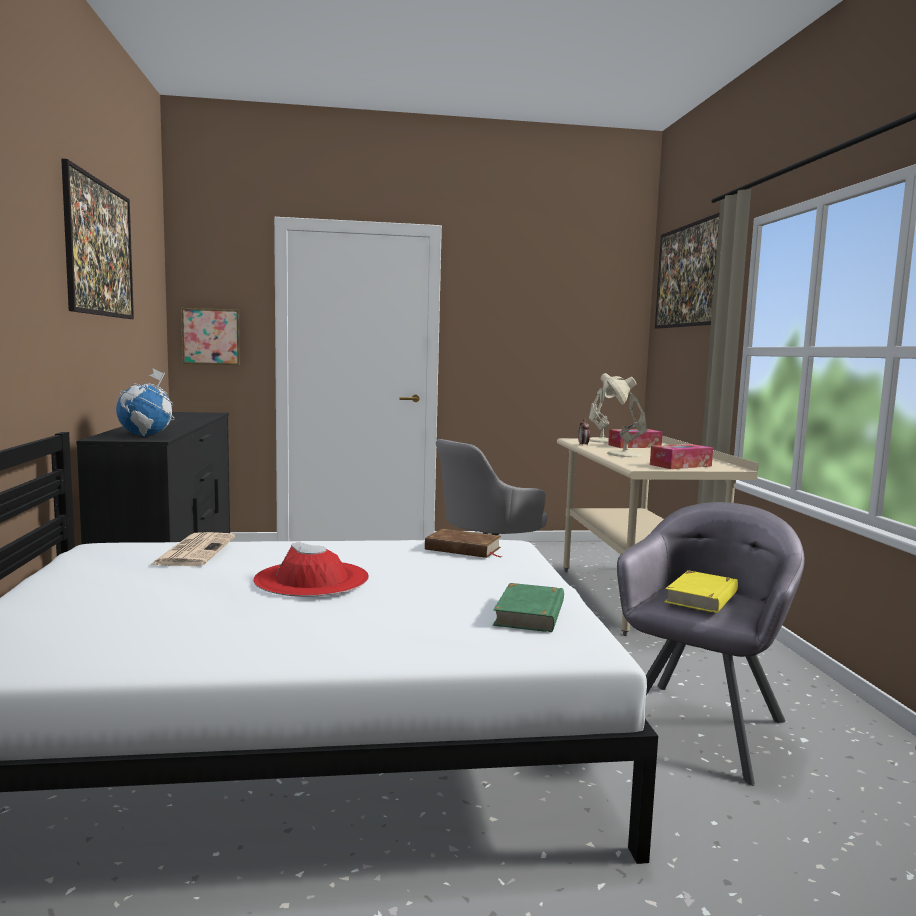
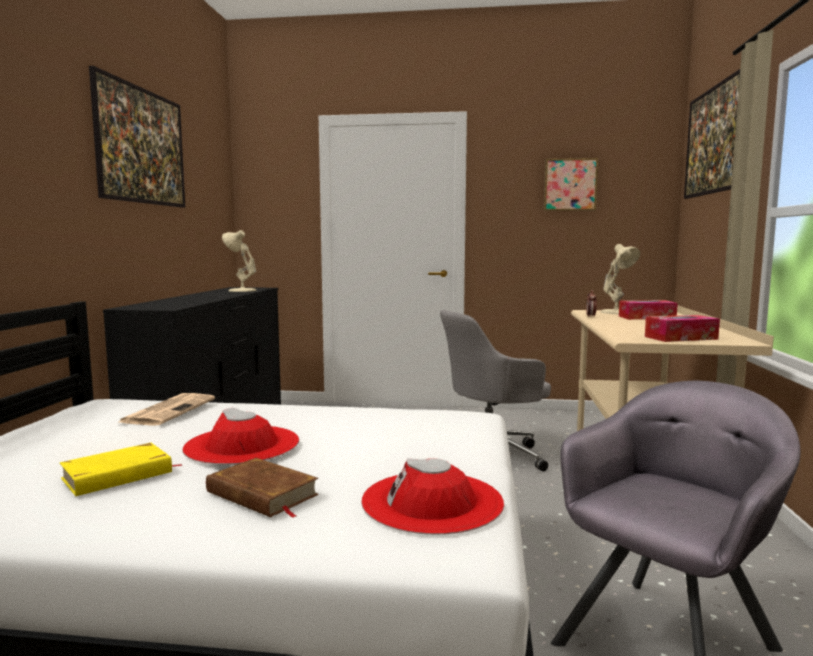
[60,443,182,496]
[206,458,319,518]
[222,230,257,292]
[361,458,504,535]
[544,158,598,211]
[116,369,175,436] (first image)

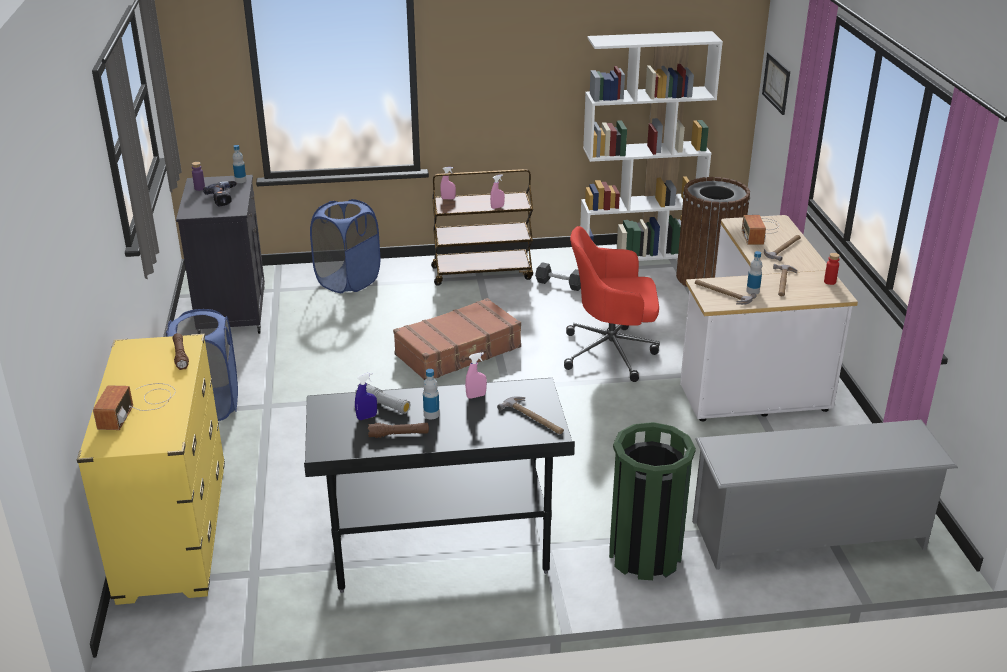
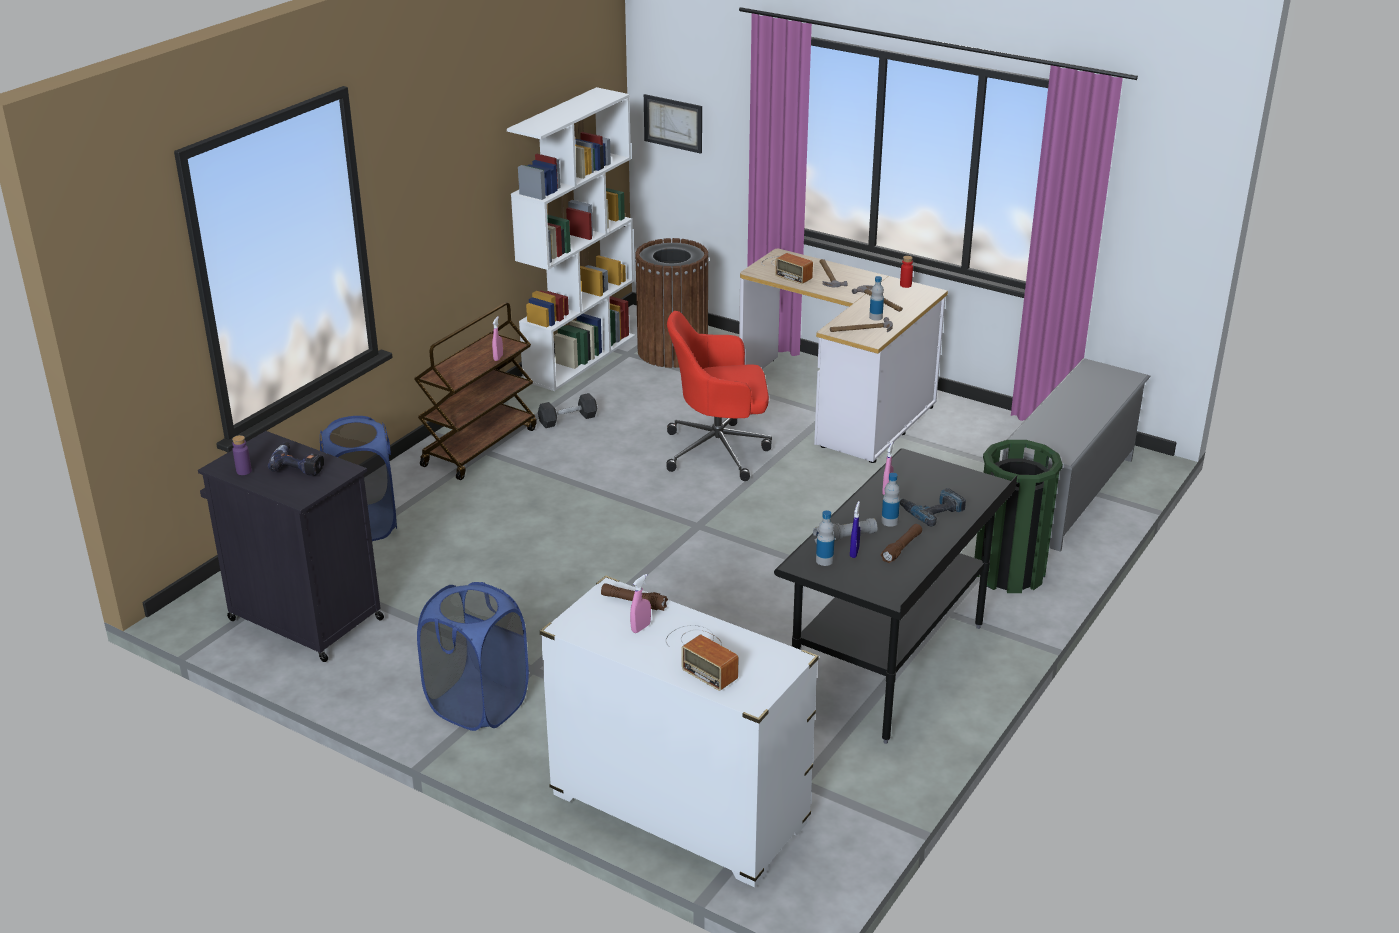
[540,575,818,887]
[630,574,651,633]
[666,311,772,481]
[816,510,835,566]
[900,488,966,526]
[393,298,521,381] (first image)
[497,397,564,434] (first image)

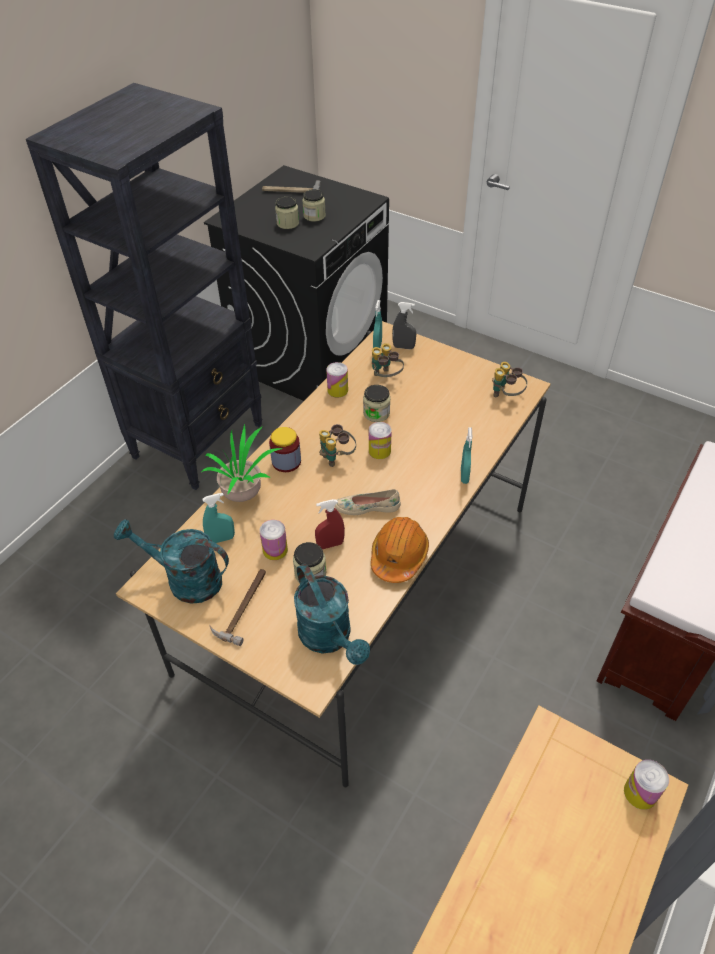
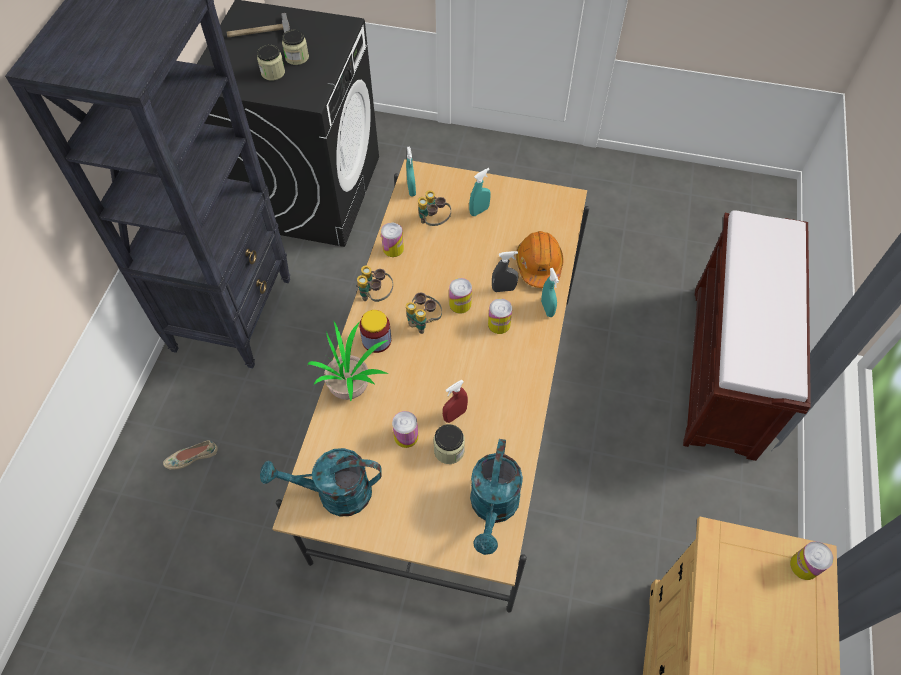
[163,440,218,469]
[357,266,393,302]
[469,168,491,216]
[470,439,523,555]
[488,298,512,334]
[492,251,518,292]
[516,231,564,288]
[210,569,266,646] (first image)
[363,385,390,422] (first image)

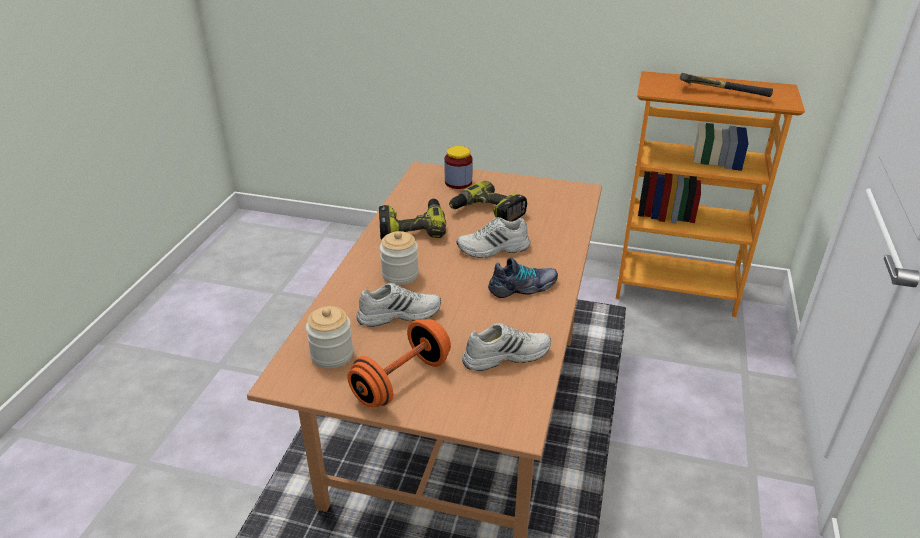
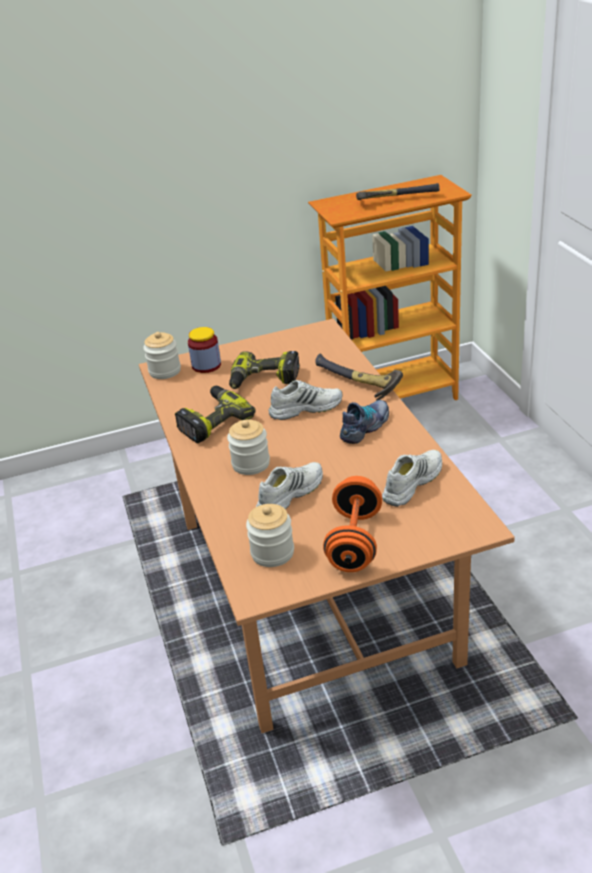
[143,332,181,379]
[269,380,343,420]
[315,353,403,401]

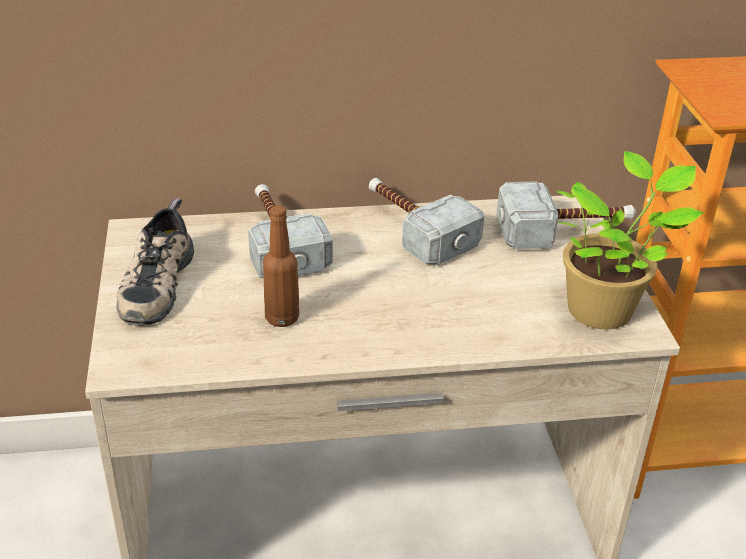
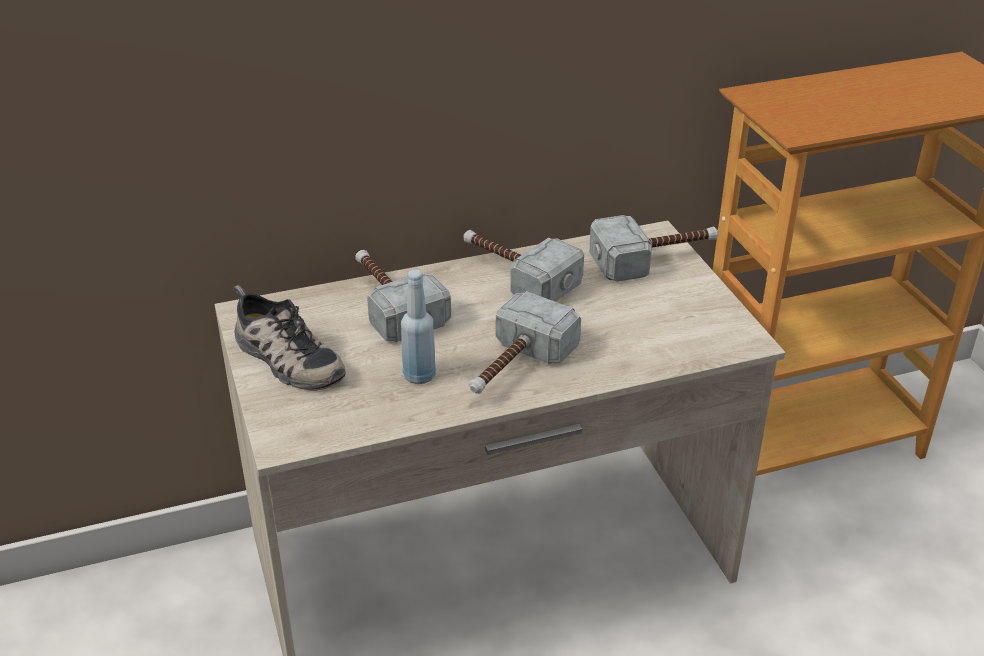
[233,285,346,391]
[401,270,436,384]
[469,291,581,394]
[556,151,704,329] (first image)

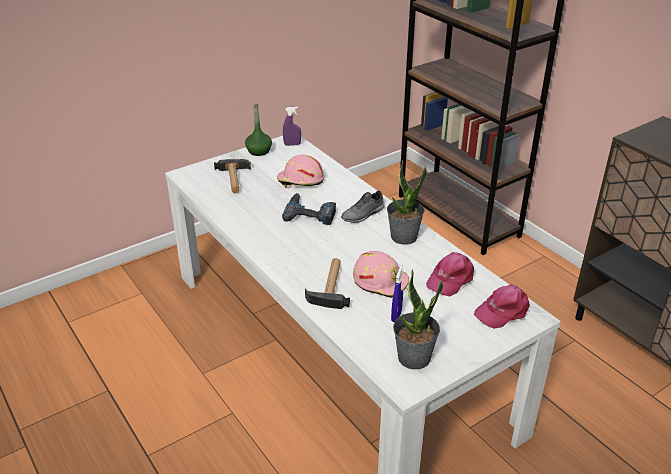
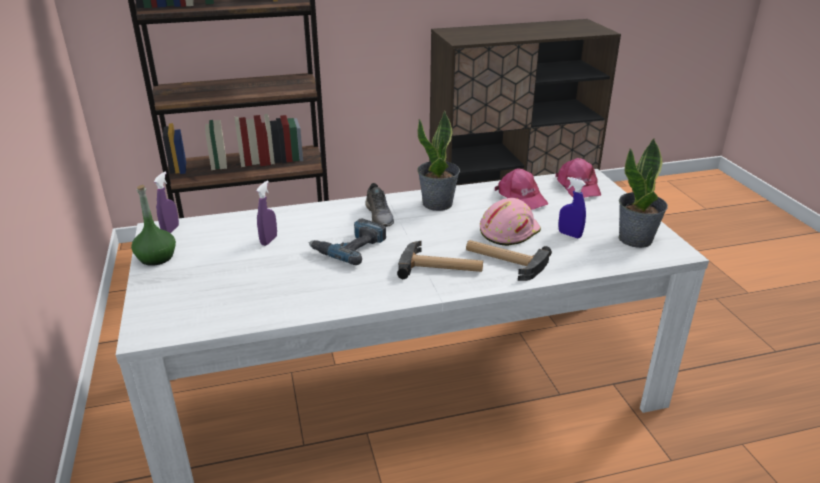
[257,181,277,246]
[397,241,483,279]

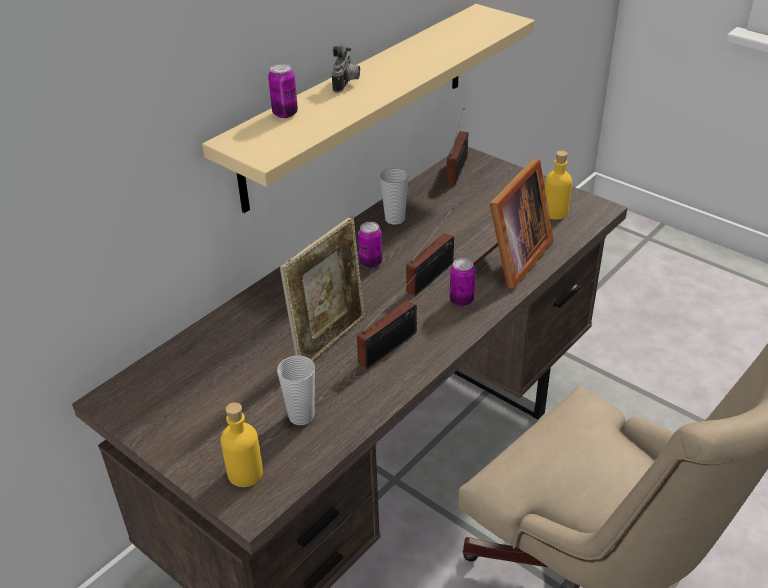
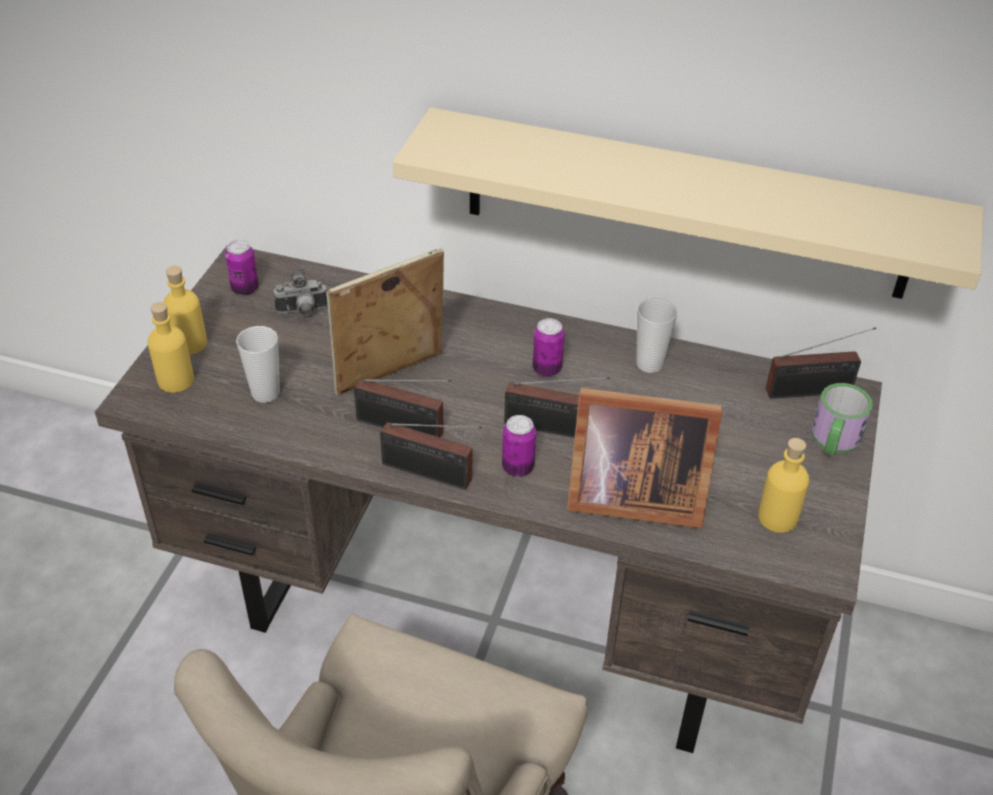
[163,266,207,355]
[225,240,259,295]
[273,268,327,315]
[326,248,444,396]
[380,422,482,490]
[811,383,873,455]

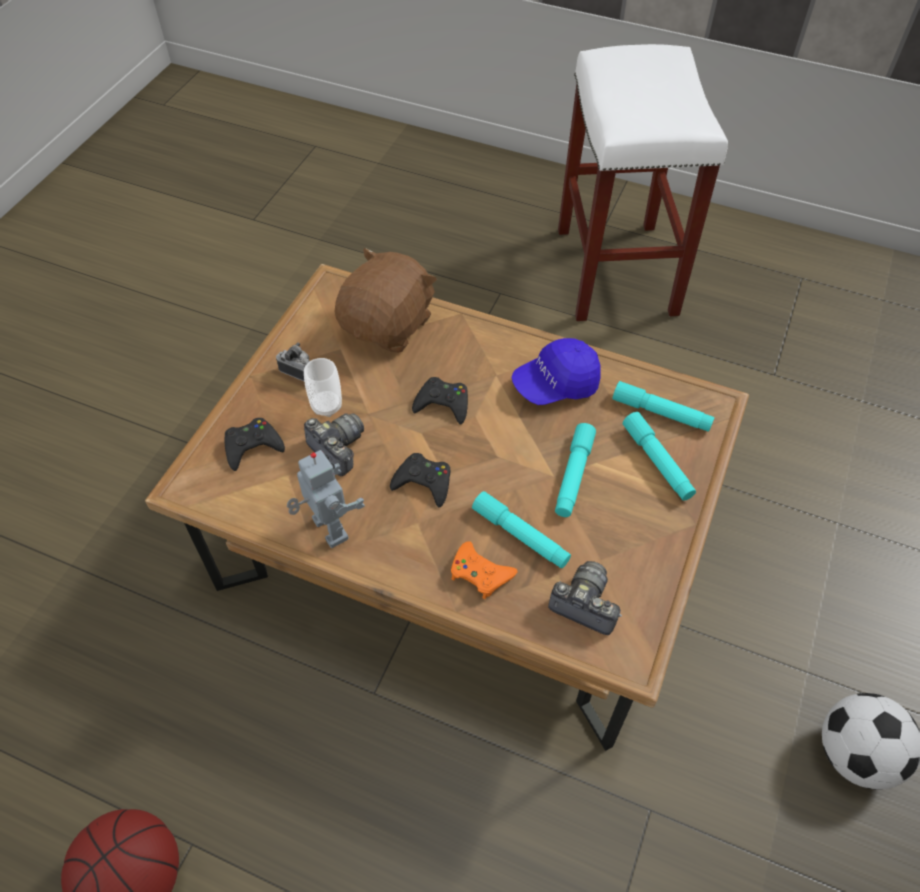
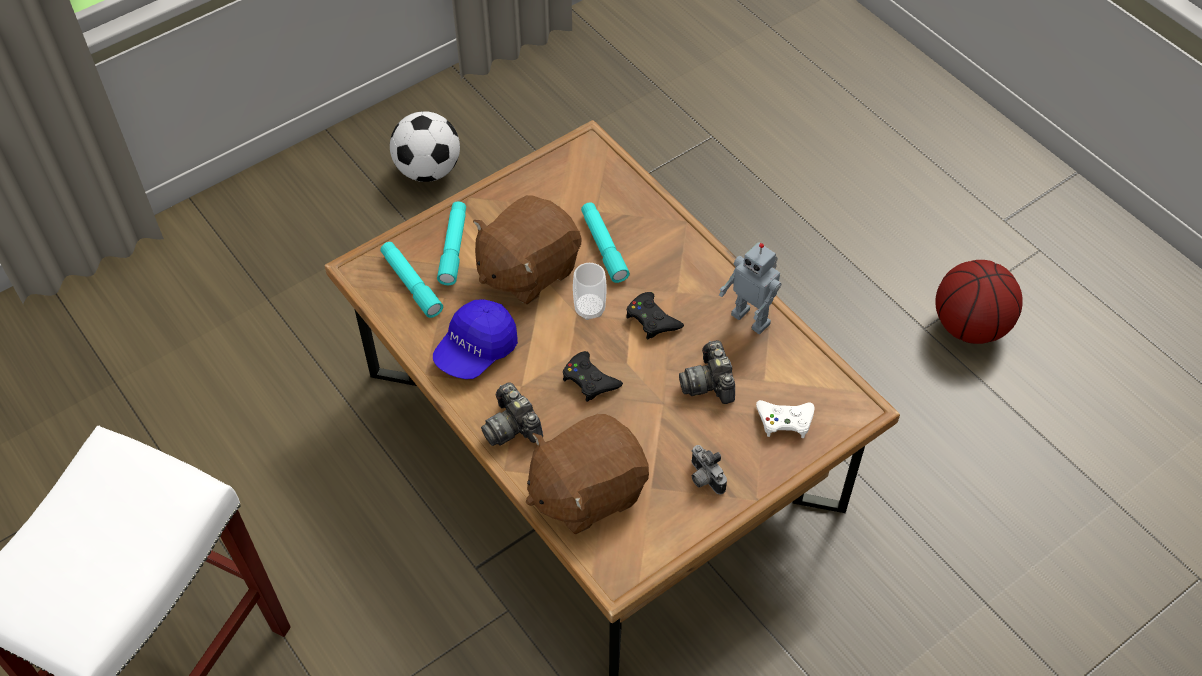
[433,299,518,379]
[473,195,582,305]
[481,382,543,446]
[573,263,607,320]
[719,242,782,334]
[756,400,815,438]
[451,541,517,599] (first image)

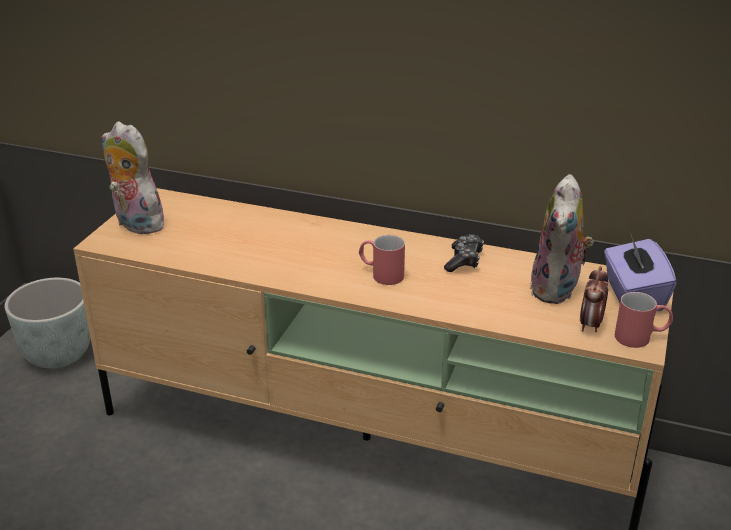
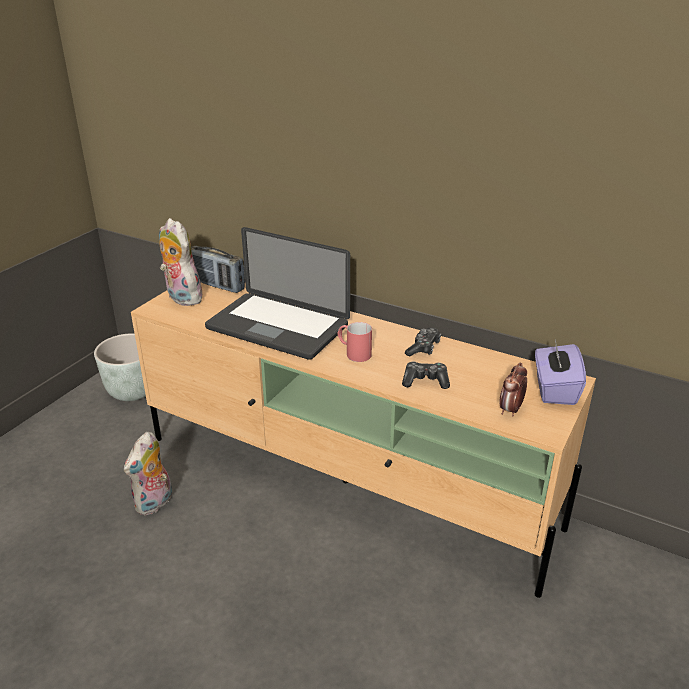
[124,432,172,516]
[191,246,245,293]
[205,227,350,360]
[402,361,450,389]
[615,292,673,348] (first image)

